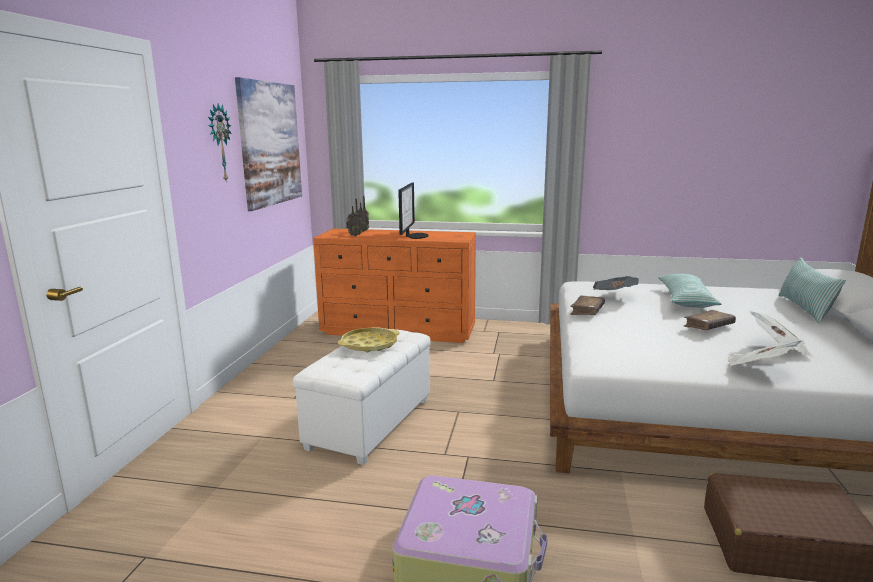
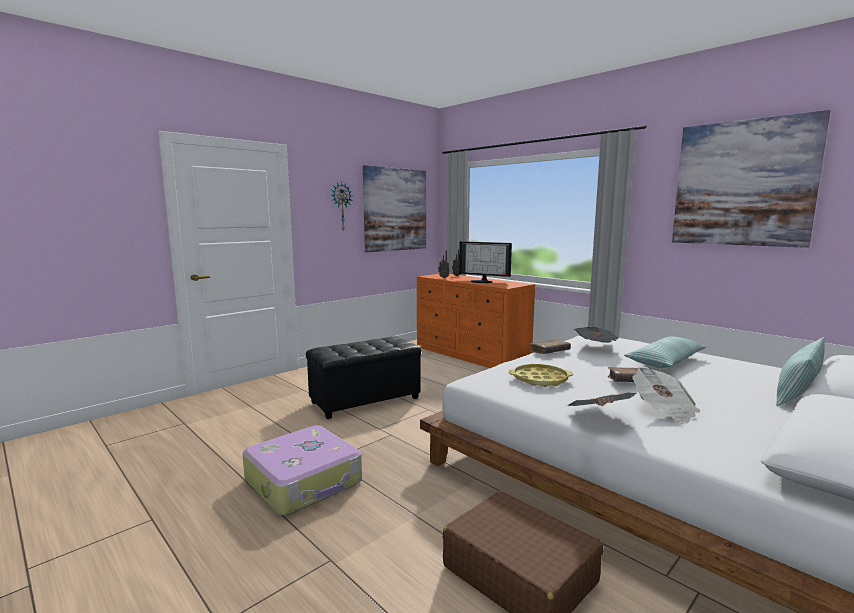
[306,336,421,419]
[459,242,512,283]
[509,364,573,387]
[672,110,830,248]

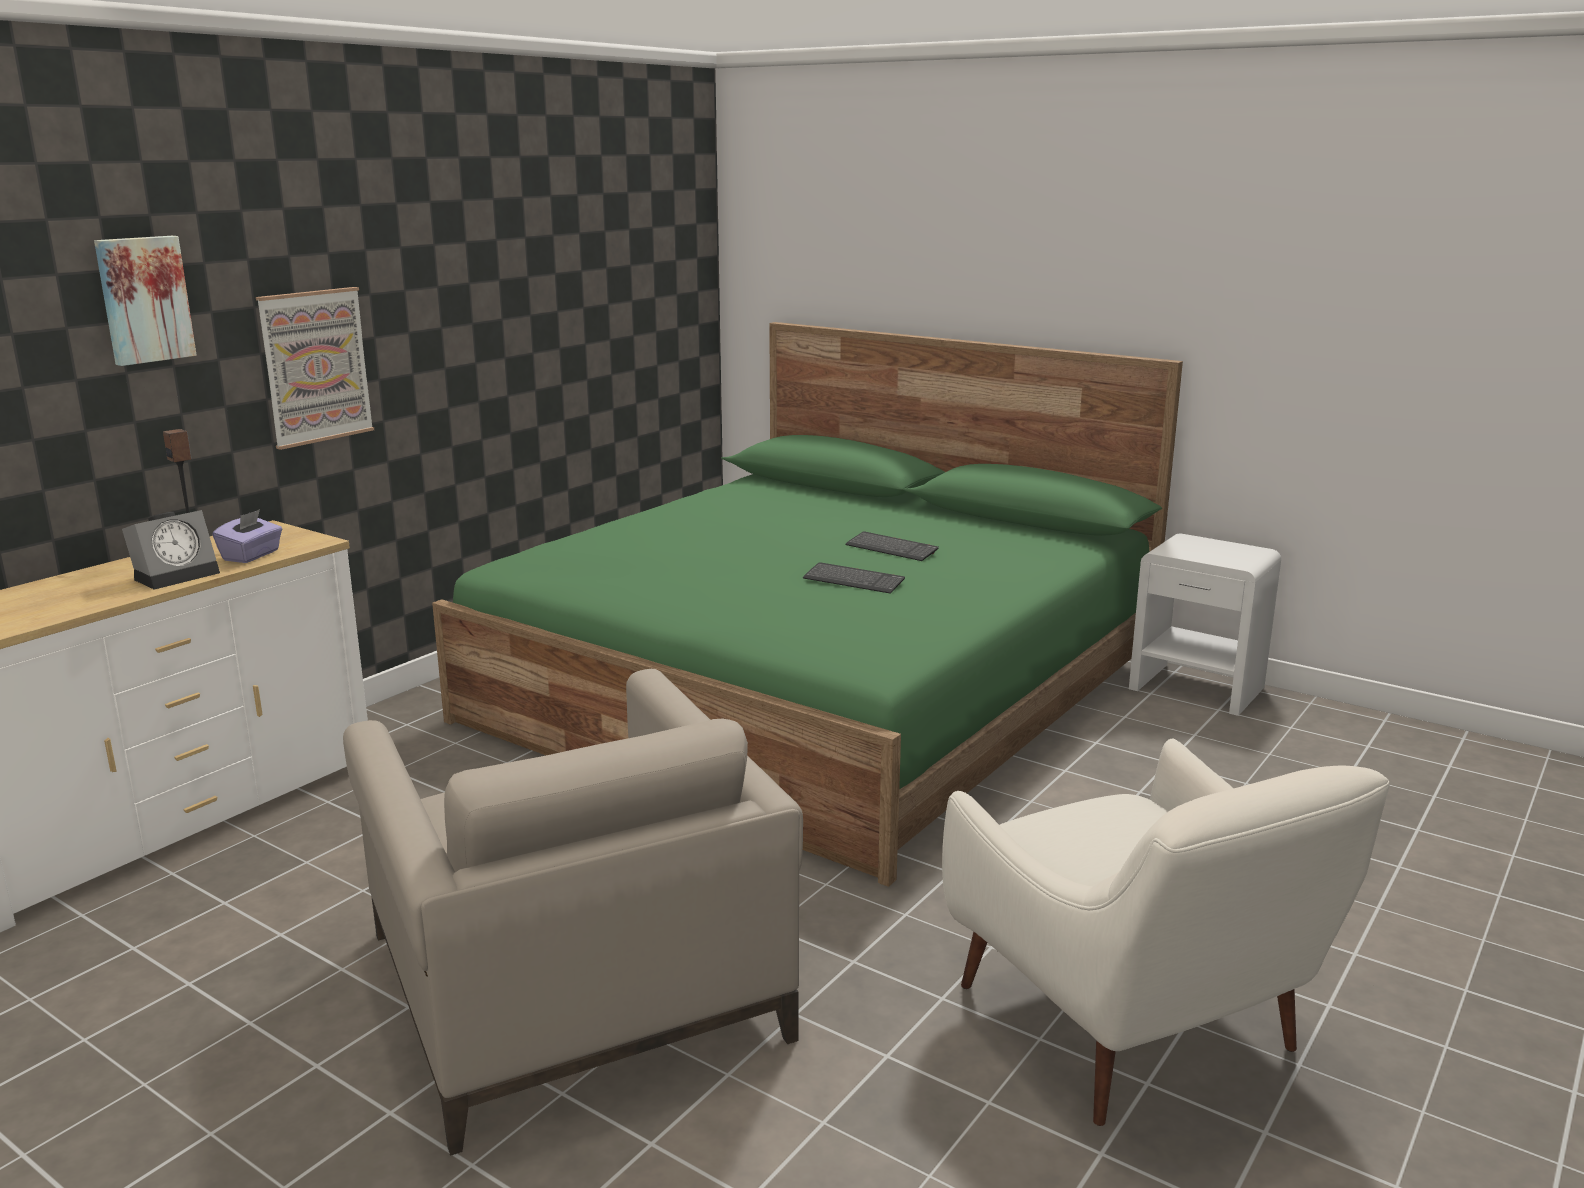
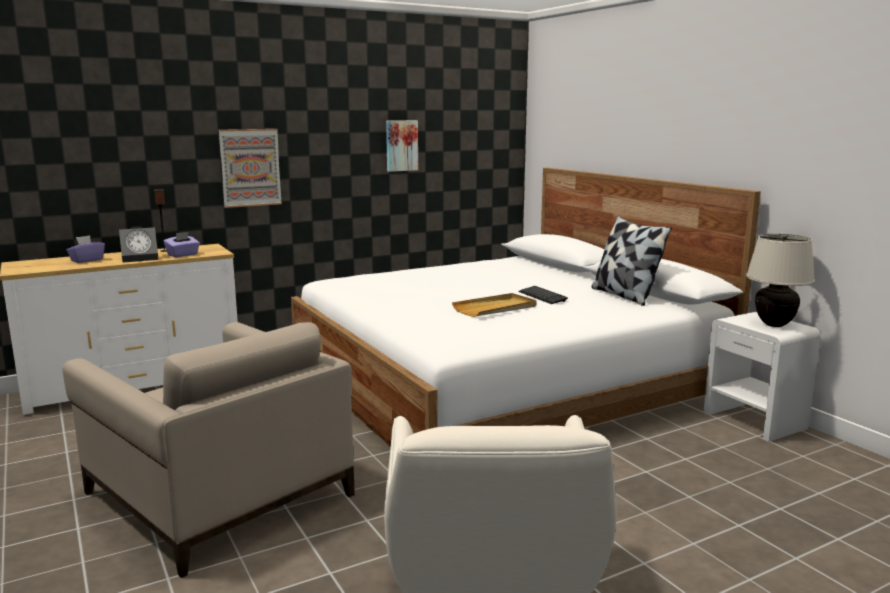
[62,322,355,578]
[66,235,105,263]
[291,168,761,447]
[386,120,418,172]
[452,293,537,317]
[592,216,672,306]
[746,234,815,327]

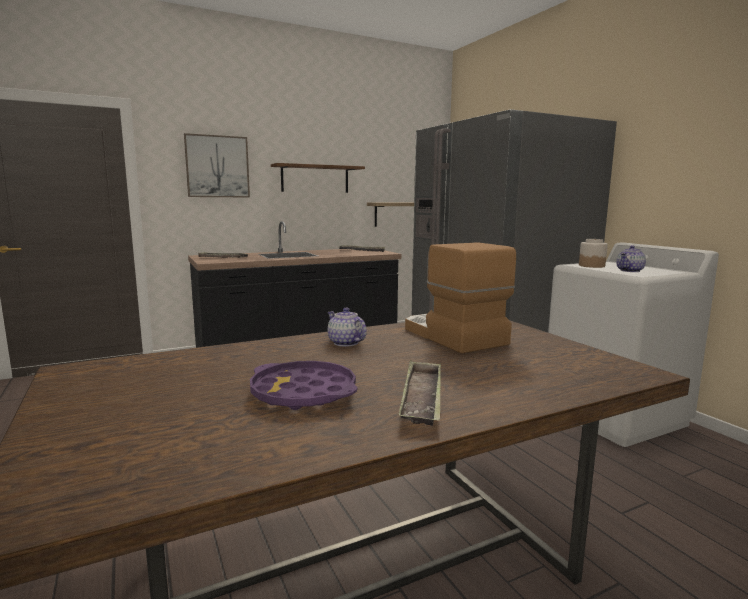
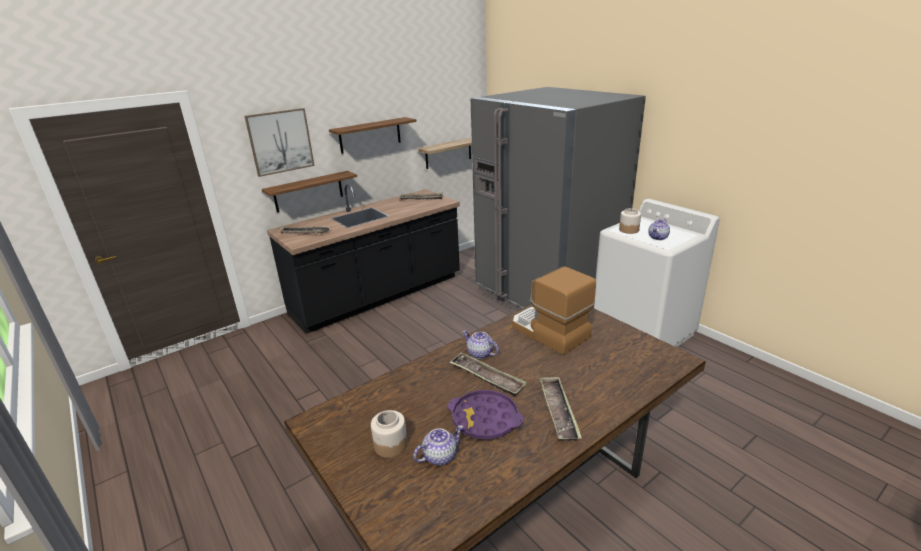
[262,171,357,212]
[371,410,407,458]
[413,425,463,466]
[449,353,527,397]

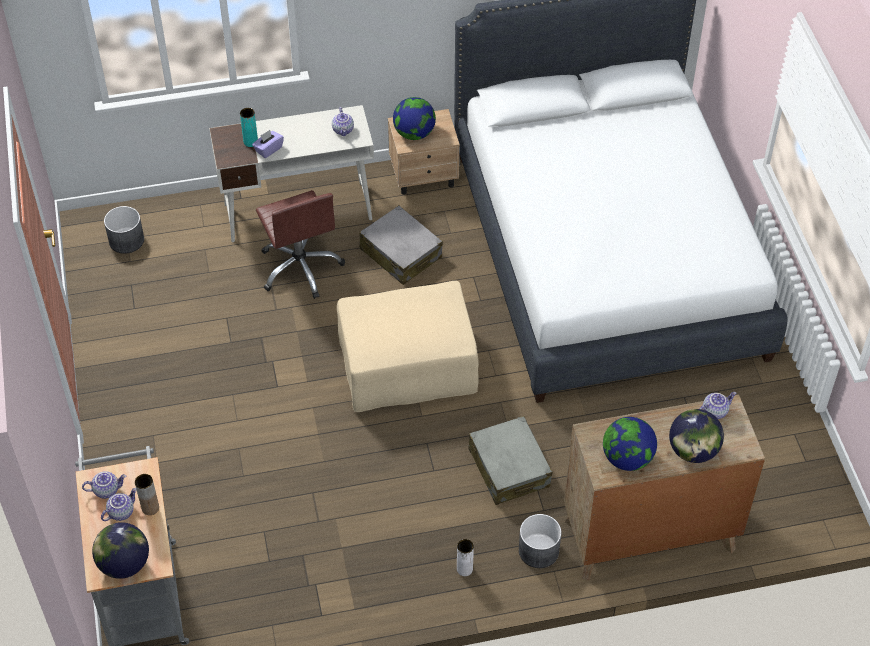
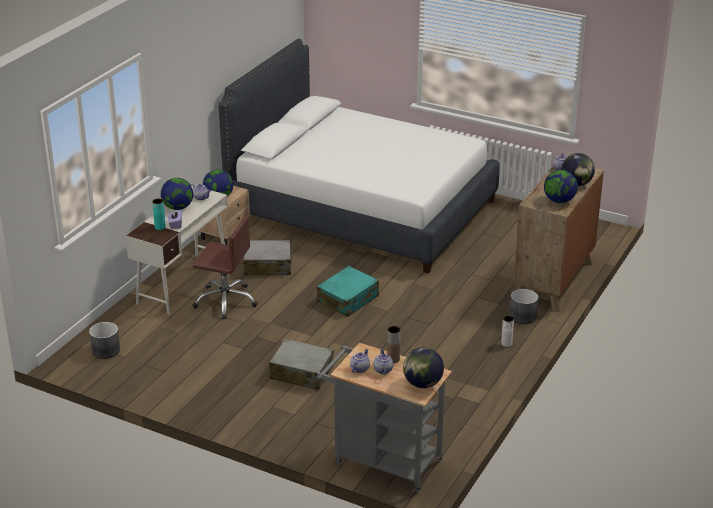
[161,178,193,210]
[269,338,334,390]
[317,266,379,317]

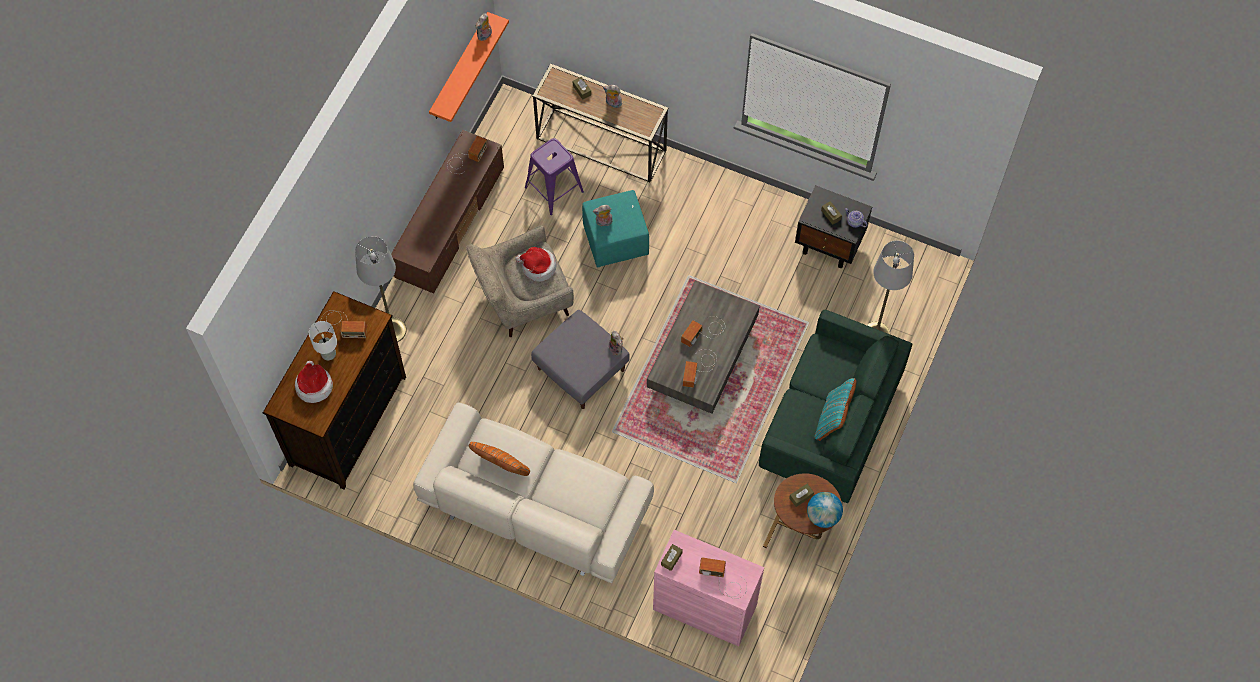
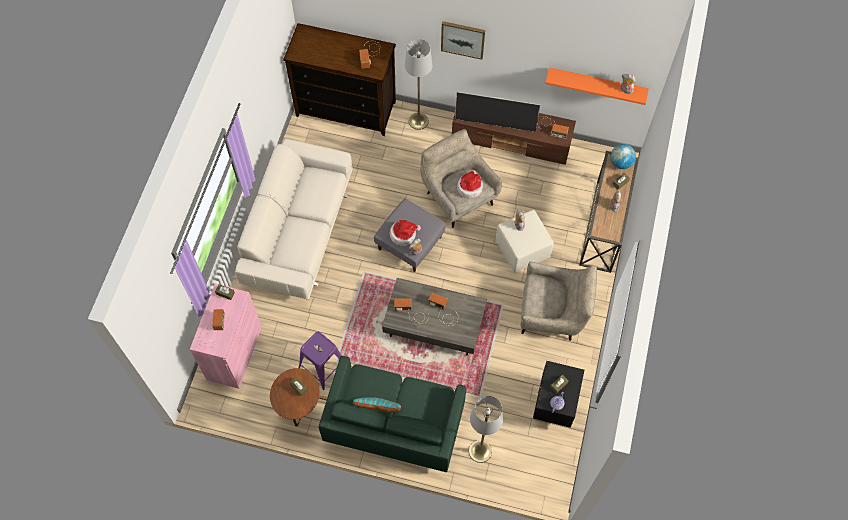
[299,332,341,390]
[390,220,421,246]
[441,21,485,60]
[455,92,540,132]
[495,210,554,273]
[521,262,597,341]
[610,144,636,169]
[309,321,337,360] (first image)
[469,442,530,476] (first image)

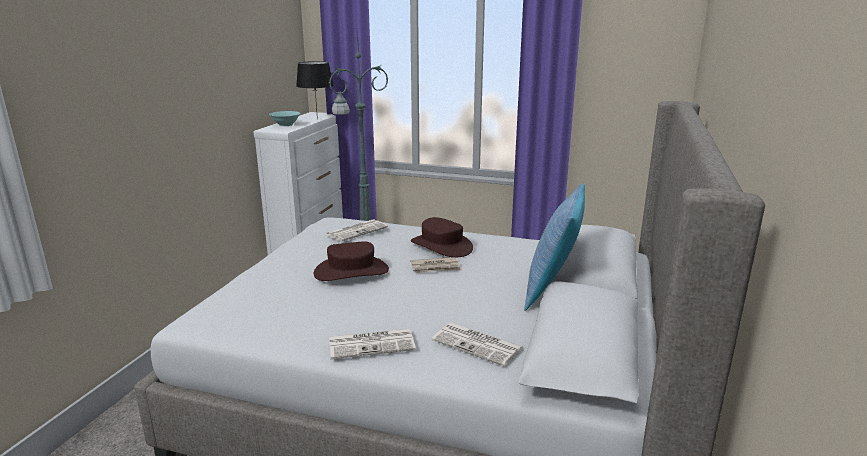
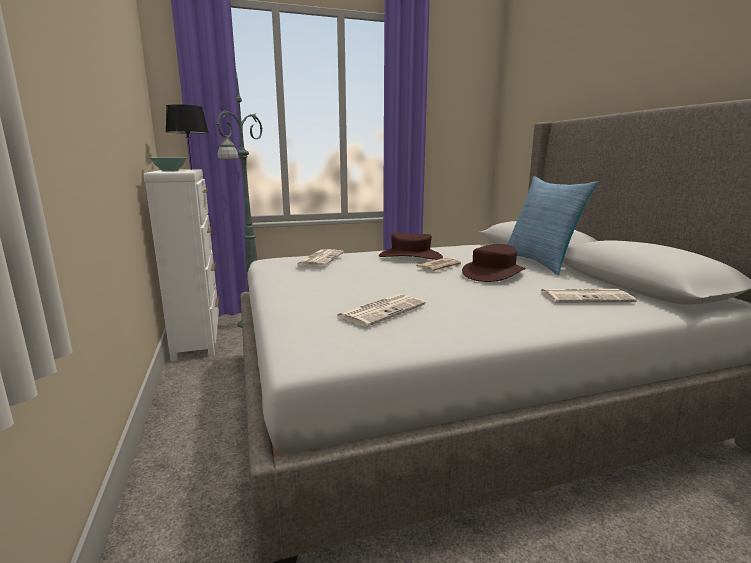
[335,294,426,327]
[462,244,525,282]

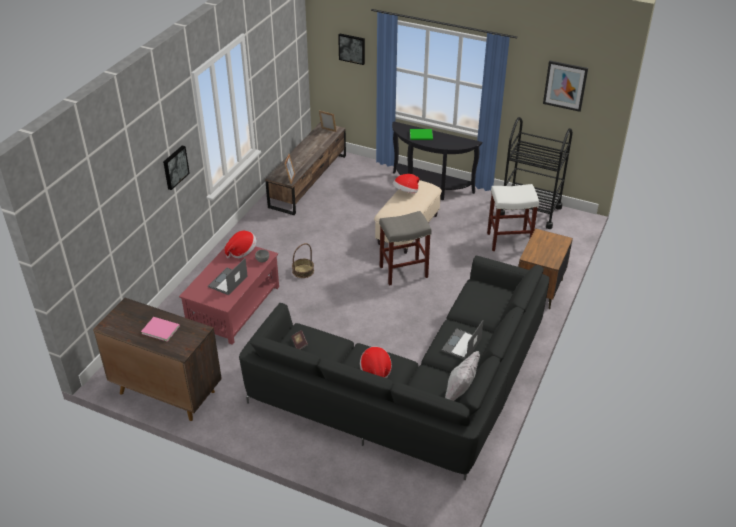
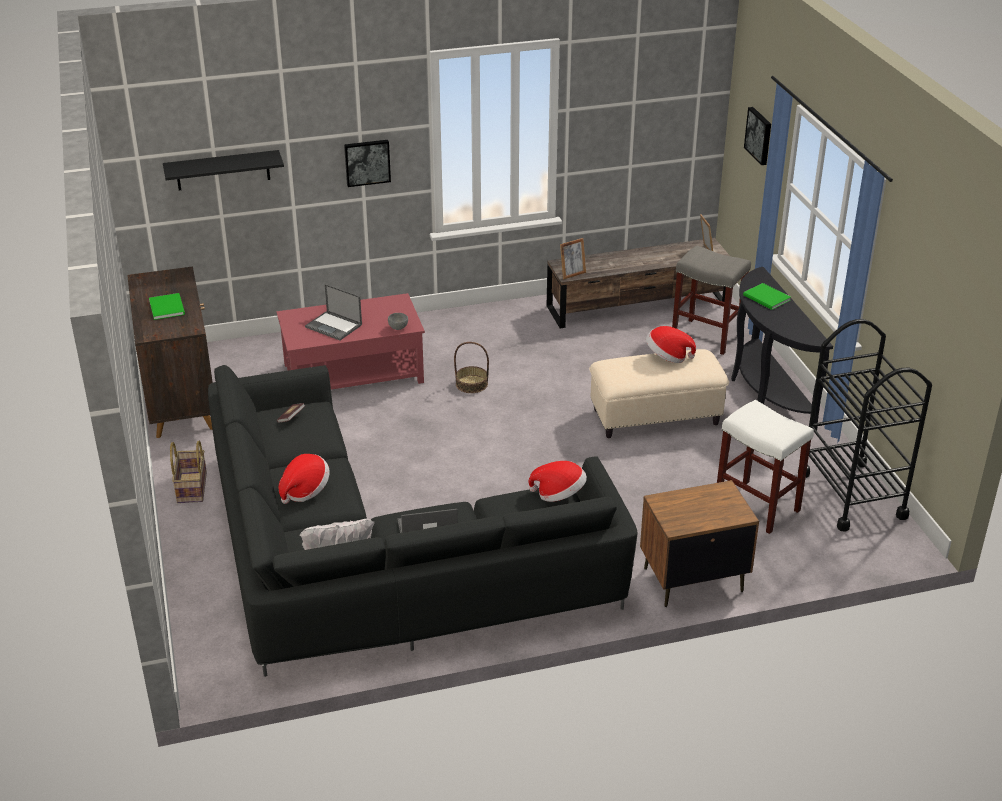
[149,293,185,320]
[163,150,284,190]
[170,441,207,503]
[305,284,362,340]
[528,461,587,502]
[672,245,751,355]
[543,60,588,112] (first image)

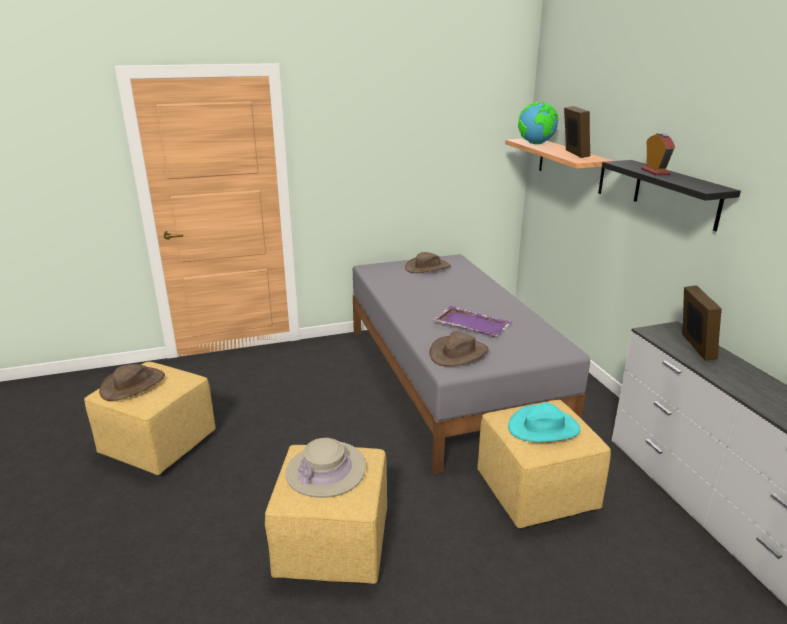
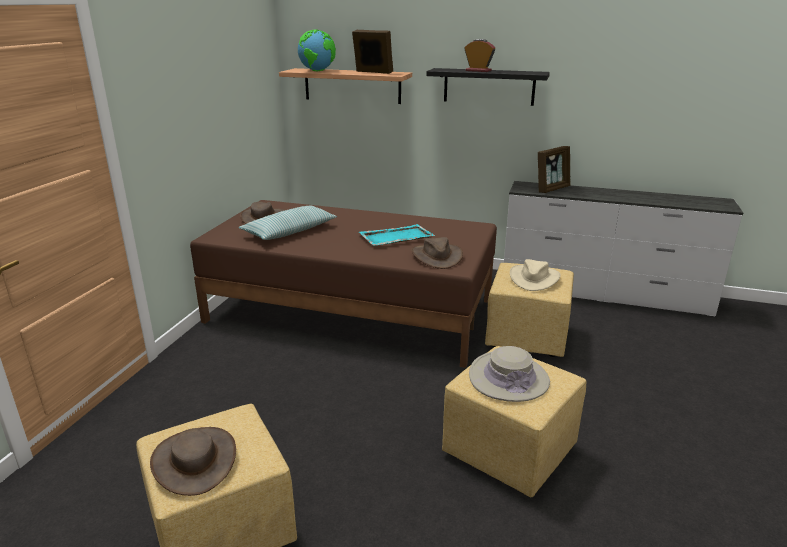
[190,200,497,368]
[239,205,337,240]
[359,224,435,246]
[510,259,561,291]
[538,146,570,193]

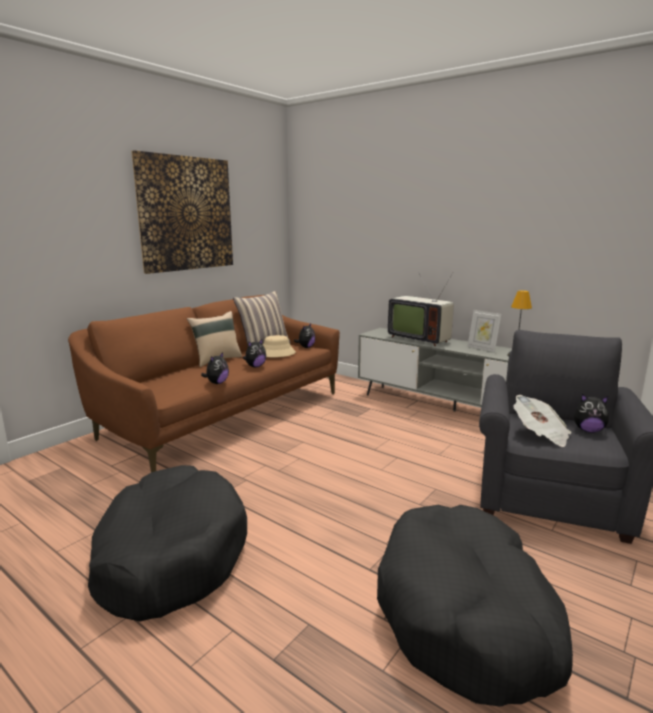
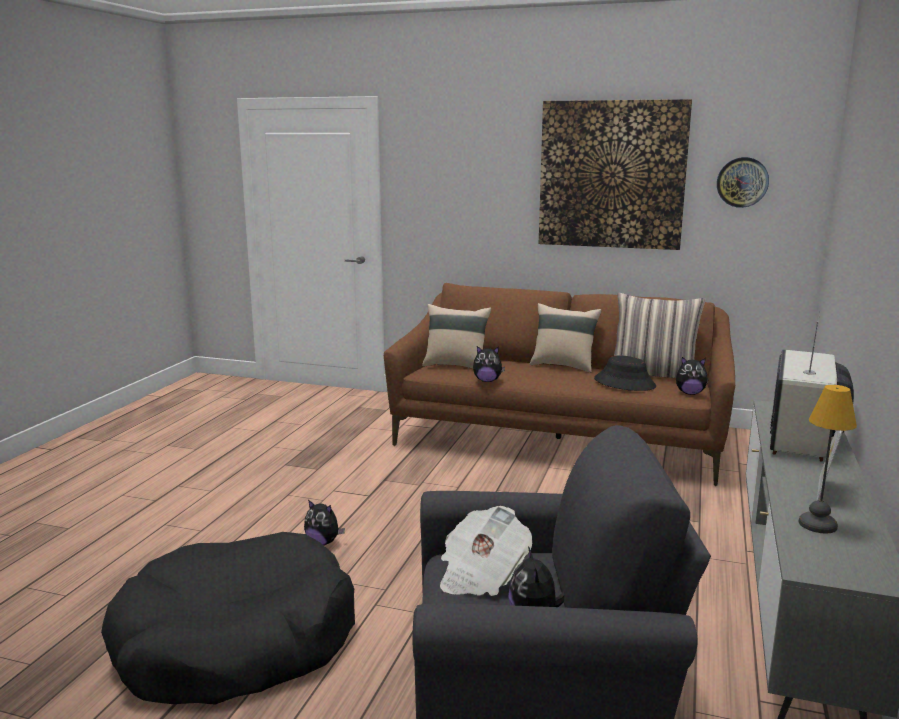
[304,500,345,545]
[422,304,491,369]
[594,356,656,391]
[717,157,769,208]
[88,465,247,622] (first image)

